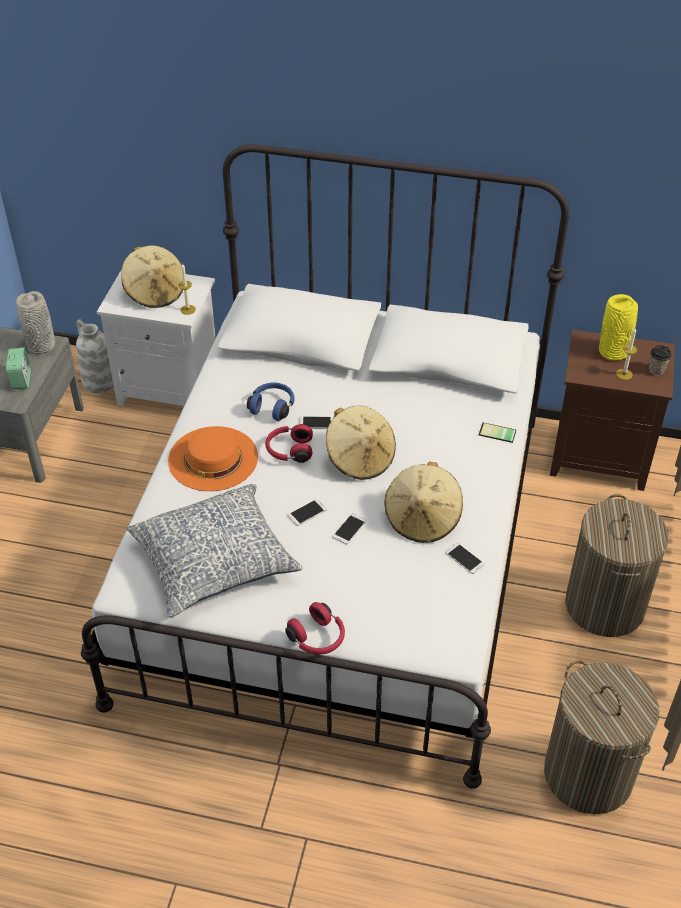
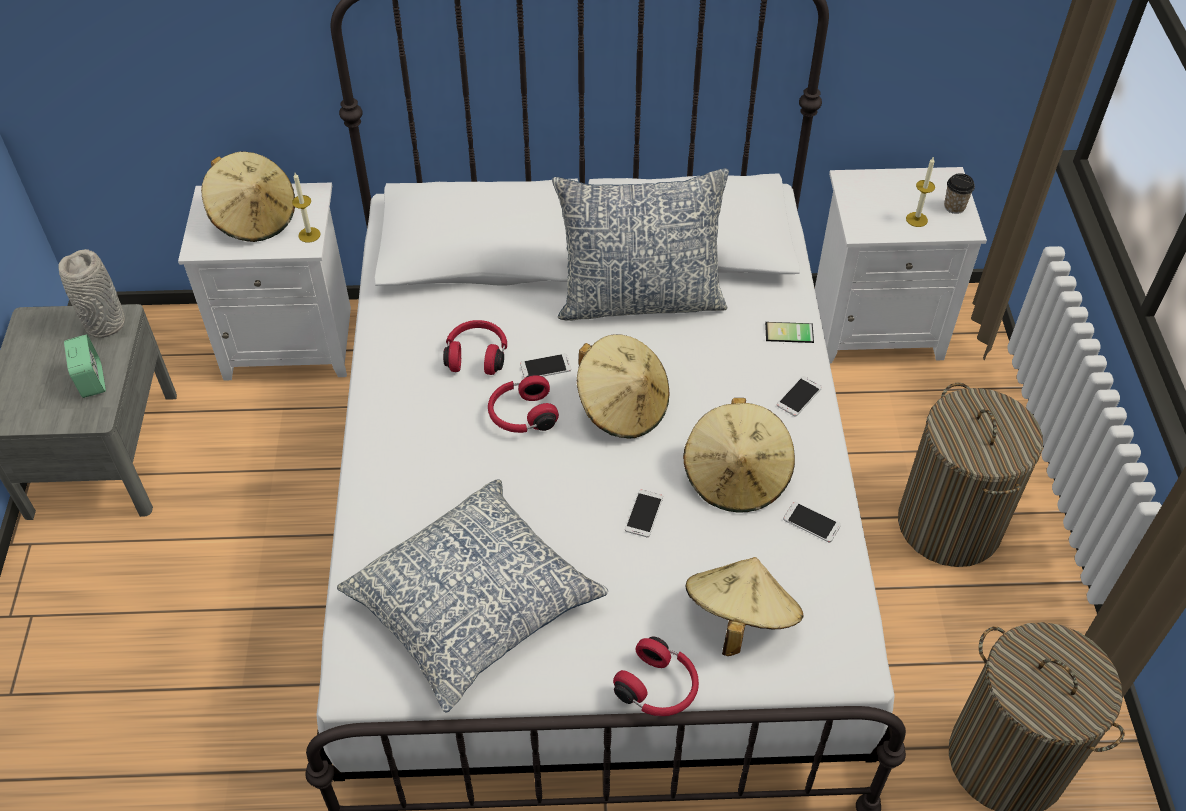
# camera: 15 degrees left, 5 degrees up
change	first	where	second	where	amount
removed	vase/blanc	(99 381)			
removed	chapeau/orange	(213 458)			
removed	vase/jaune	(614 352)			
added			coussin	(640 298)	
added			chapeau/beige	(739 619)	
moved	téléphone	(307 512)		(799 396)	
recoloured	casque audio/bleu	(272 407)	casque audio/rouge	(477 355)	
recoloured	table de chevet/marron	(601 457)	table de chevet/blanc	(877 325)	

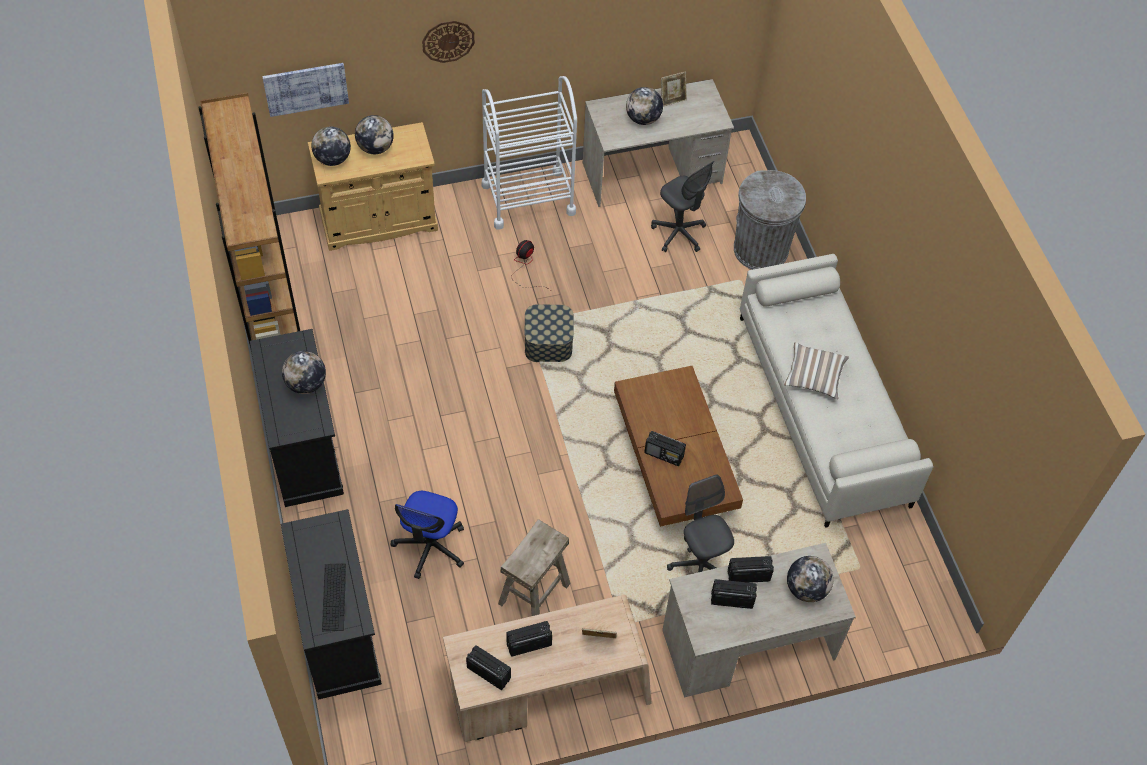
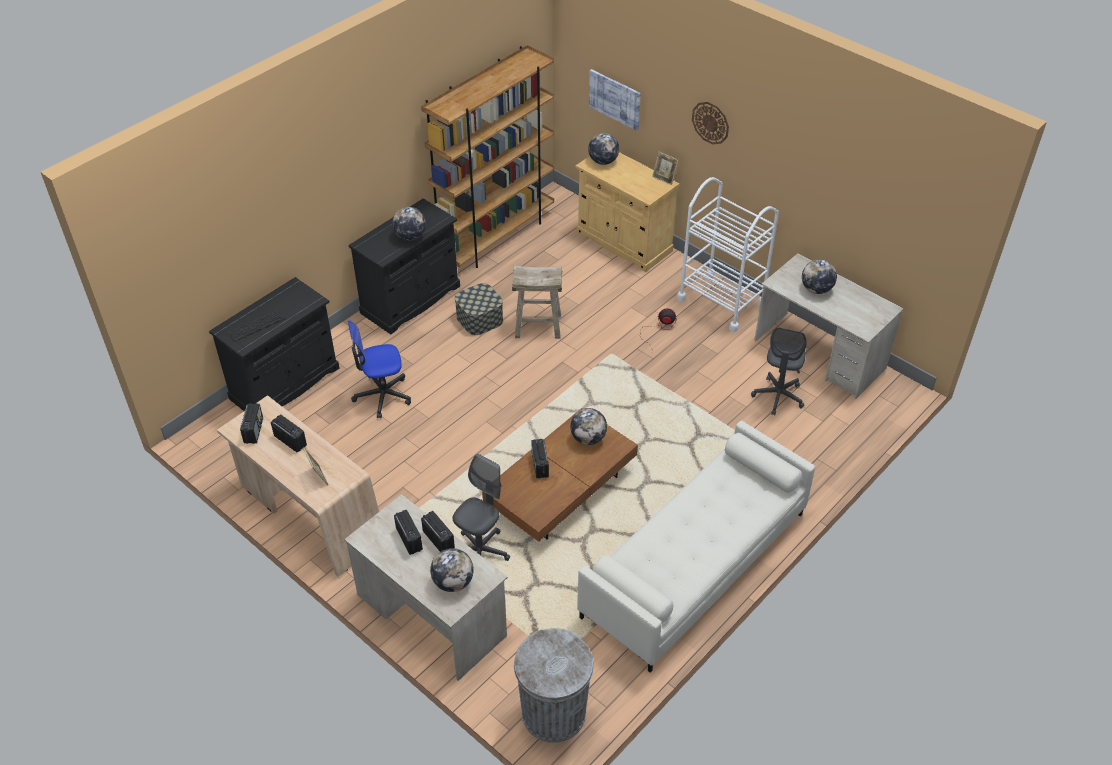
# camera: 60 degrees right, 10 degrees down
change	first	where	second	where	amount
removed	coussin	(814 377)			
moved	globe	(375 148)		(588 438)	
moved	tabouret/beige	(534 593)		(538 325)	
moved	boîte de rangement	(548 342)		(479 319)	
moved	cadre photo	(672 99)		(664 179)	
moved	poubelle/gris	(761 250)		(553 713)	

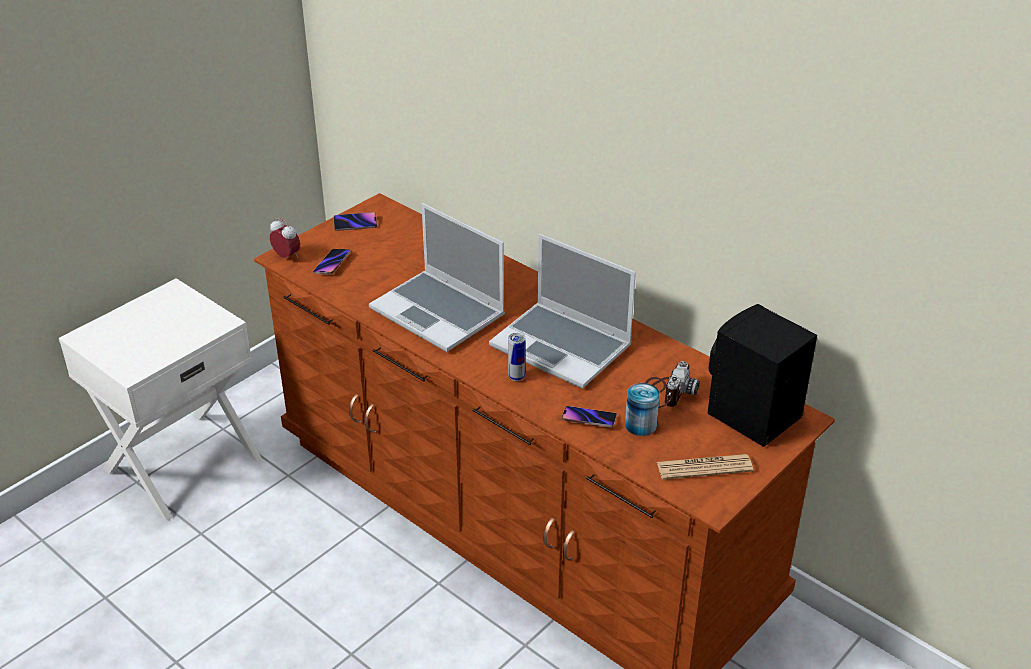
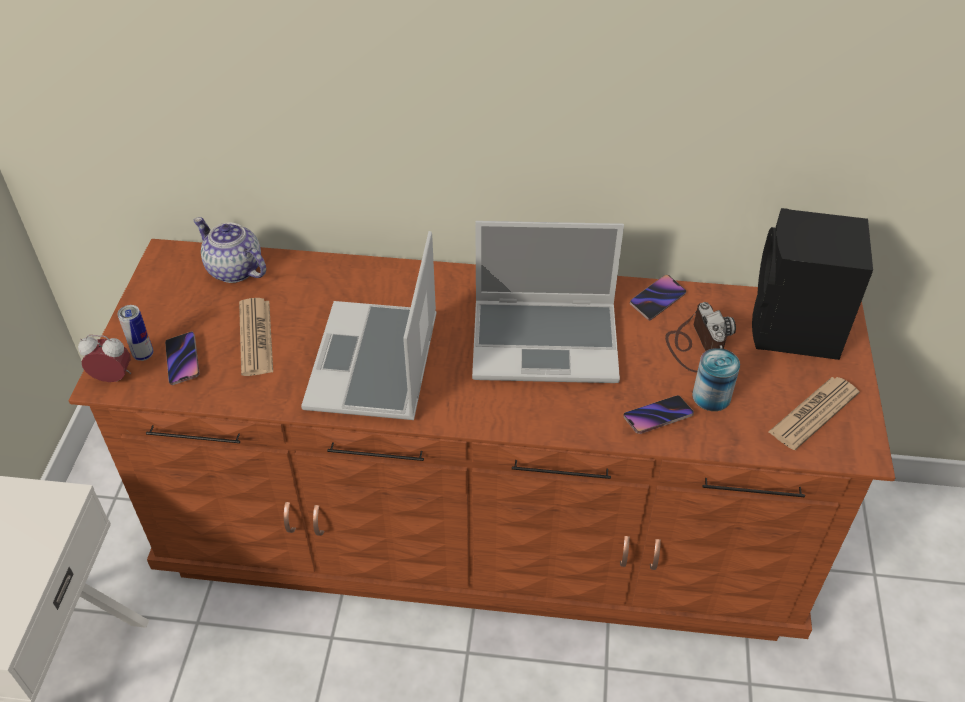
# camera: 35 degrees left, 10 degrees up
change	first	where	second	where	amount
added			théière	(234 270)	
added			journal	(256 337)	
moved	téléphone	(355 223)		(657 299)	
moved	boîte métallique	(516 377)		(143 355)	
turned	ordinateur portable	(440 313)		(375 365)	90 degrees clockwise

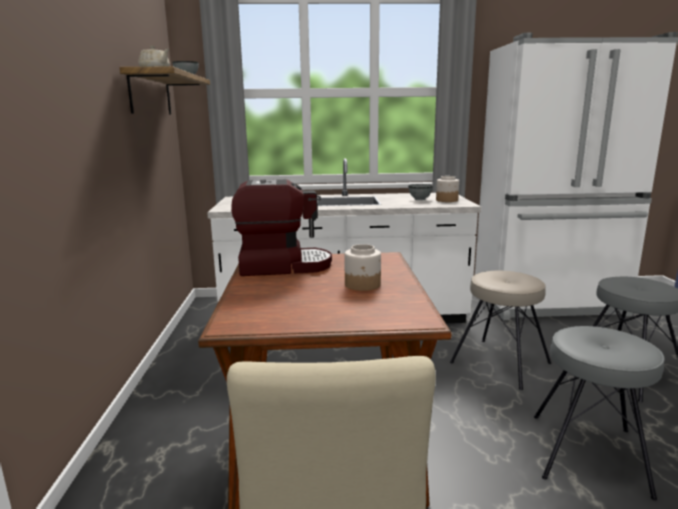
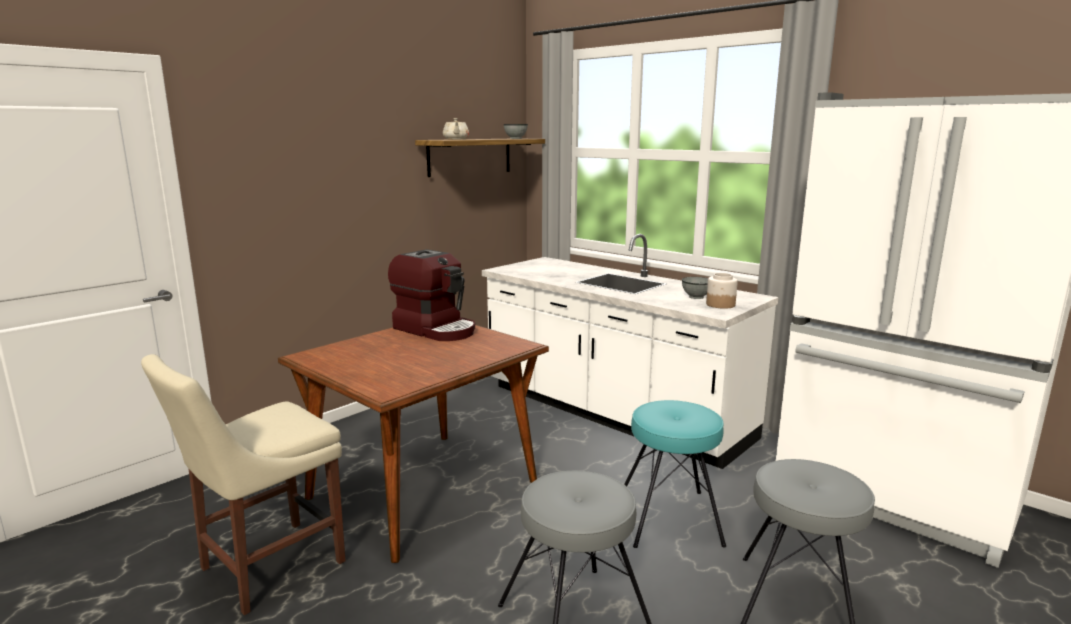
# camera: 45 degrees right, 0 degrees up
change	first	where	second	where	amount
removed	bocal	(363 285)			
recoloured	tabouret/beige	(500 362)	tabouret/turquoise	(670 518)	

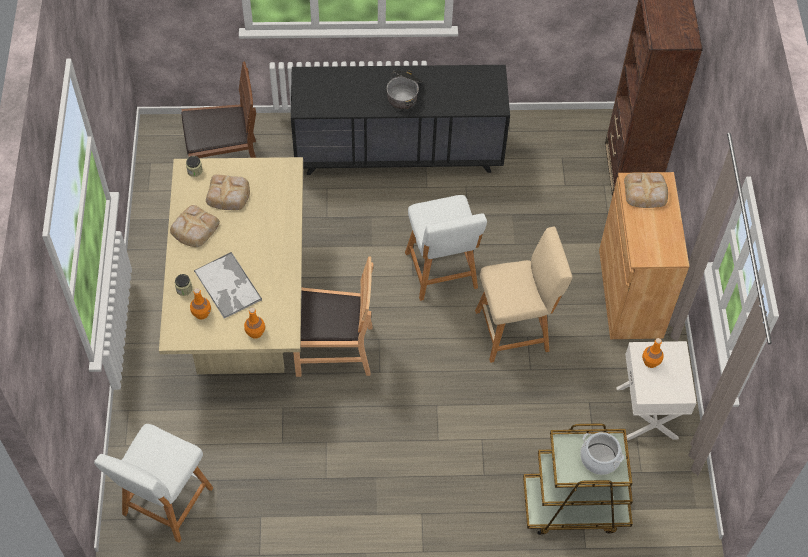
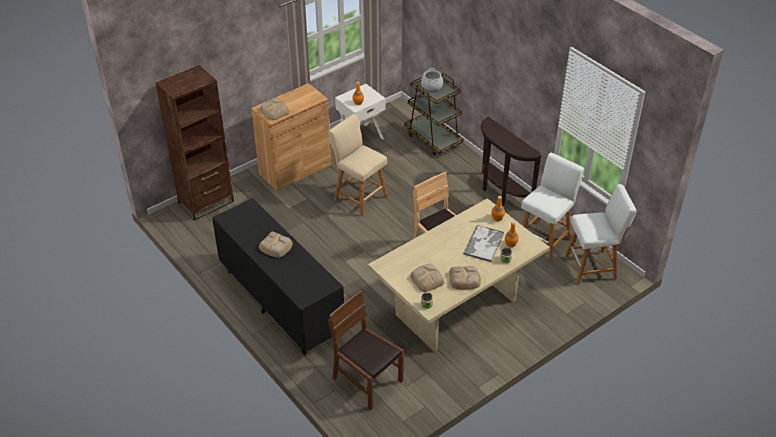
# camera: 125 degrees left, 15 degrees down
change	first	where	second	where	amount
added			table console/marron	(501 193)	
moved	tabouret/blanc	(442 273)		(545 238)	
replaced	marmite	(404 93)	pain	(276 247)	

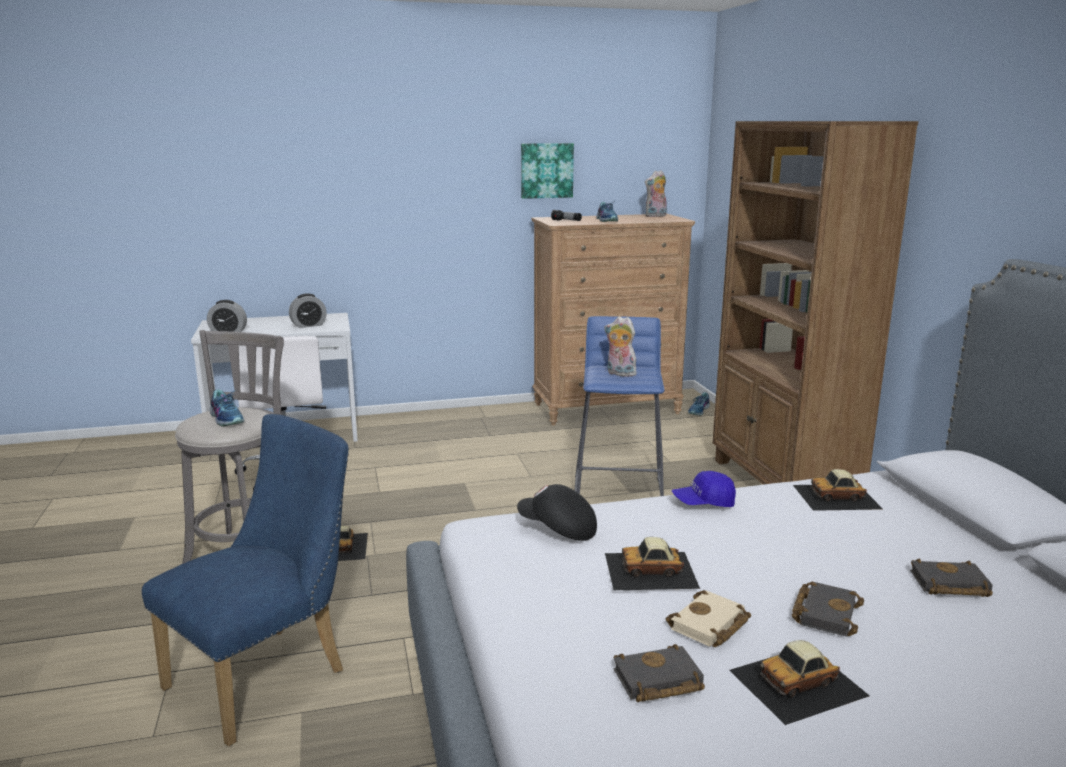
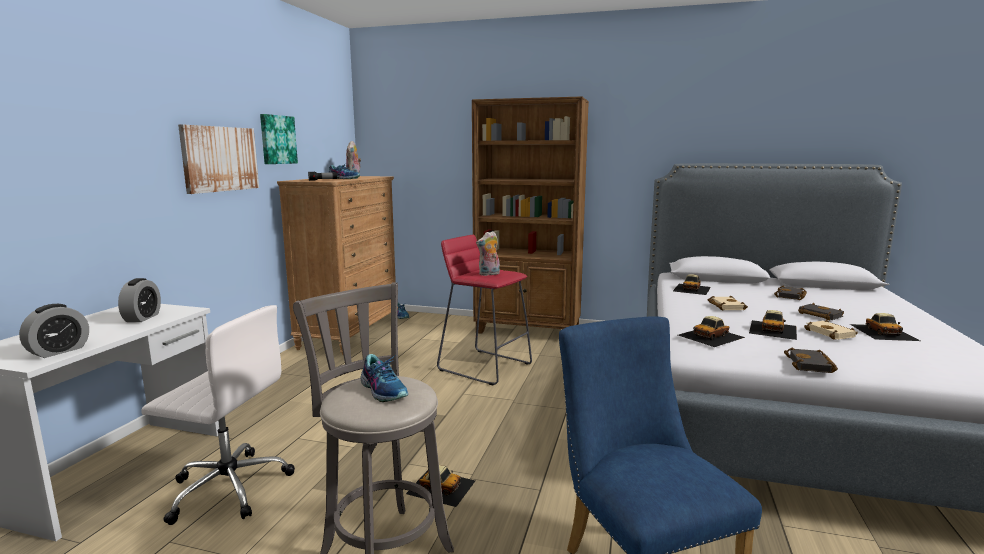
# camera: 60 degrees left, 5 degrees down
change	first	where	second	where	amount
removed	casquette/bleu	(703 503)			
added			tableau	(220 159)	
added			livre/beige	(724 306)	
moved	livre/noir	(656 682)		(811 365)	
replaced	casquette/noir	(557 529)	petite voiture	(711 336)	
recoloured	tabouret/bleu	(619 494)	tabouret/rouge	(485 366)	
turned	chaussure	(227 418)		(384 390)	60 degrees clockwise

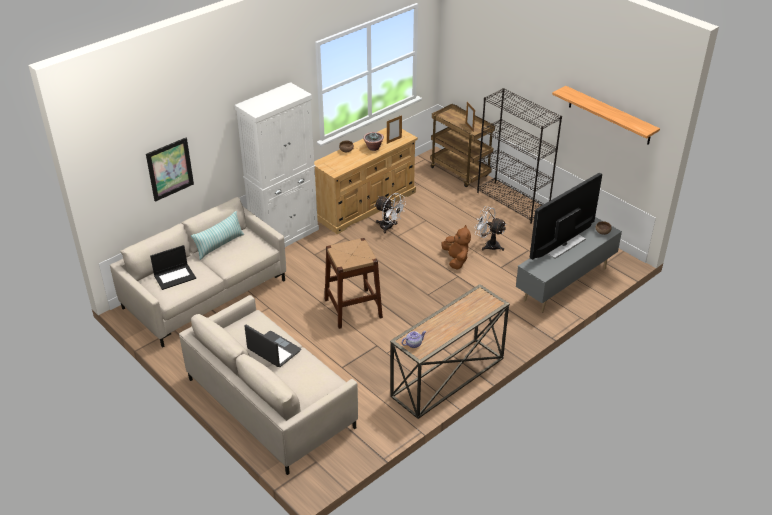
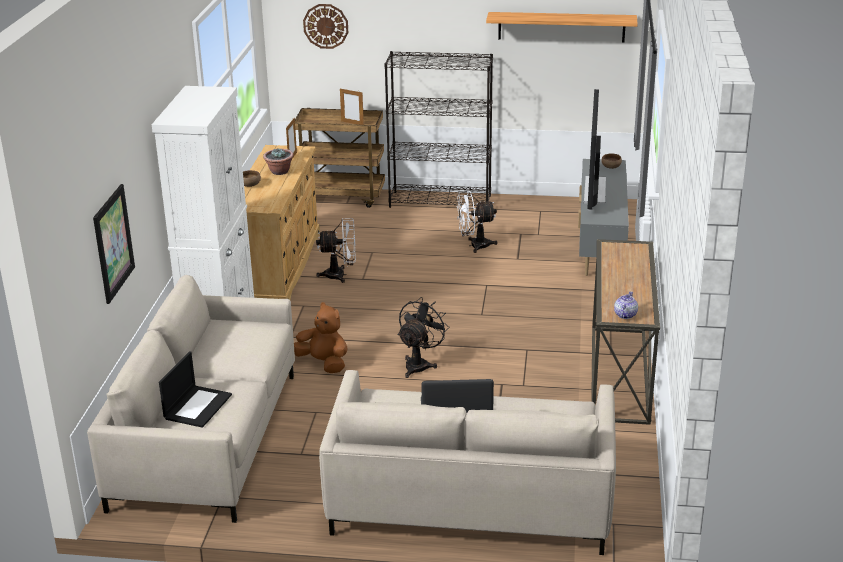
# camera: 40 degrees left, 10 degrees down
change	first	where	second	where	amount
removed	coussin	(219 245)			
added			horloge murale	(326 26)	
moved	peluche/marron	(456 260)		(323 363)	
replaced	tabouret/marron	(353 308)	ventilateur/noir	(419 364)	

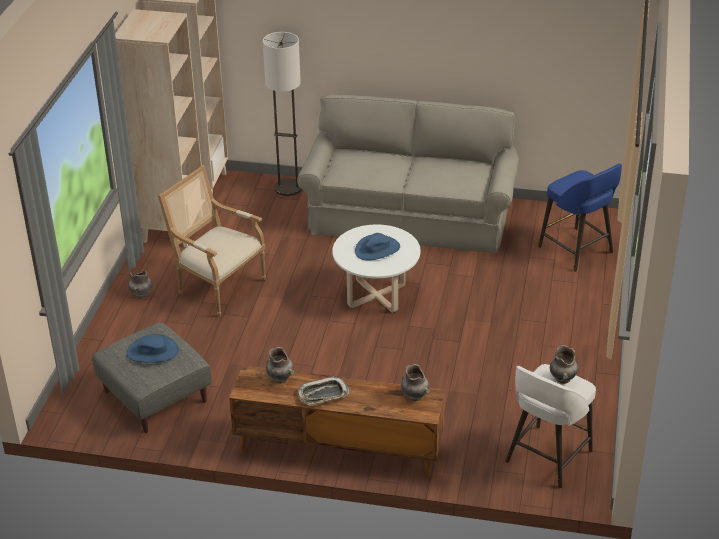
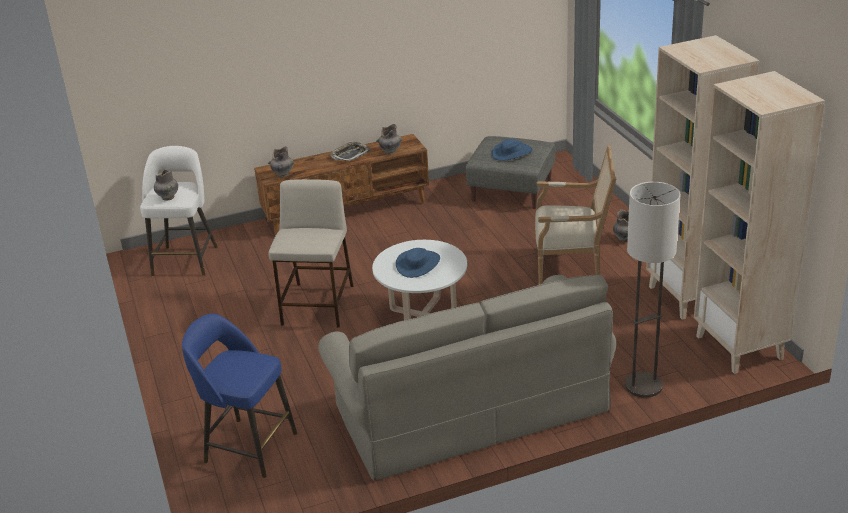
# camera: 150 degrees right, 5 degrees down
change	first	where	second	where	amount
added			tabouret/beige	(318 305)	

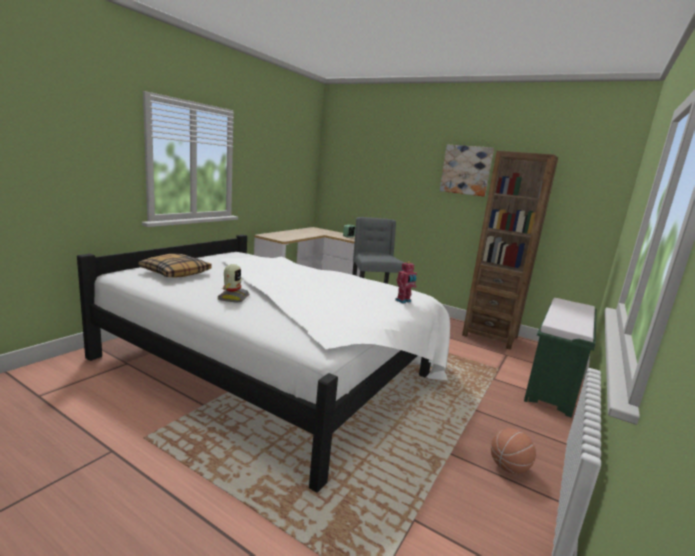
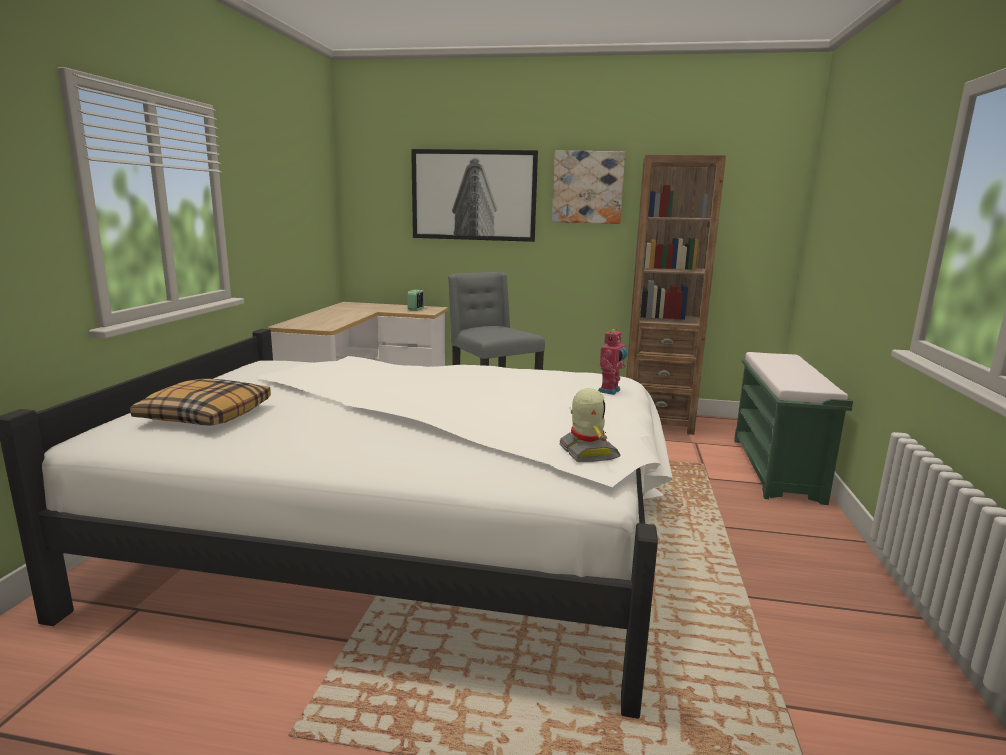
# camera: 20 degrees left, 0 degrees up
change	first	where	second	where	amount
removed	ballon de basket	(508 467)			
added			tableau	(474 195)	
moved	robot jouet	(232 298)		(587 452)	

